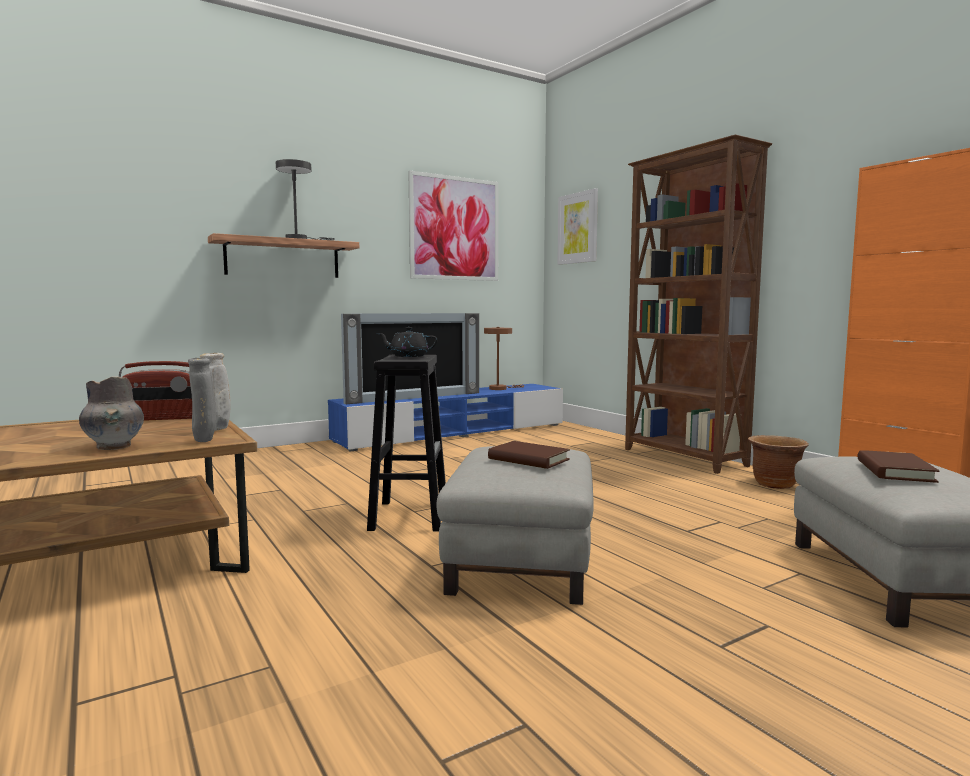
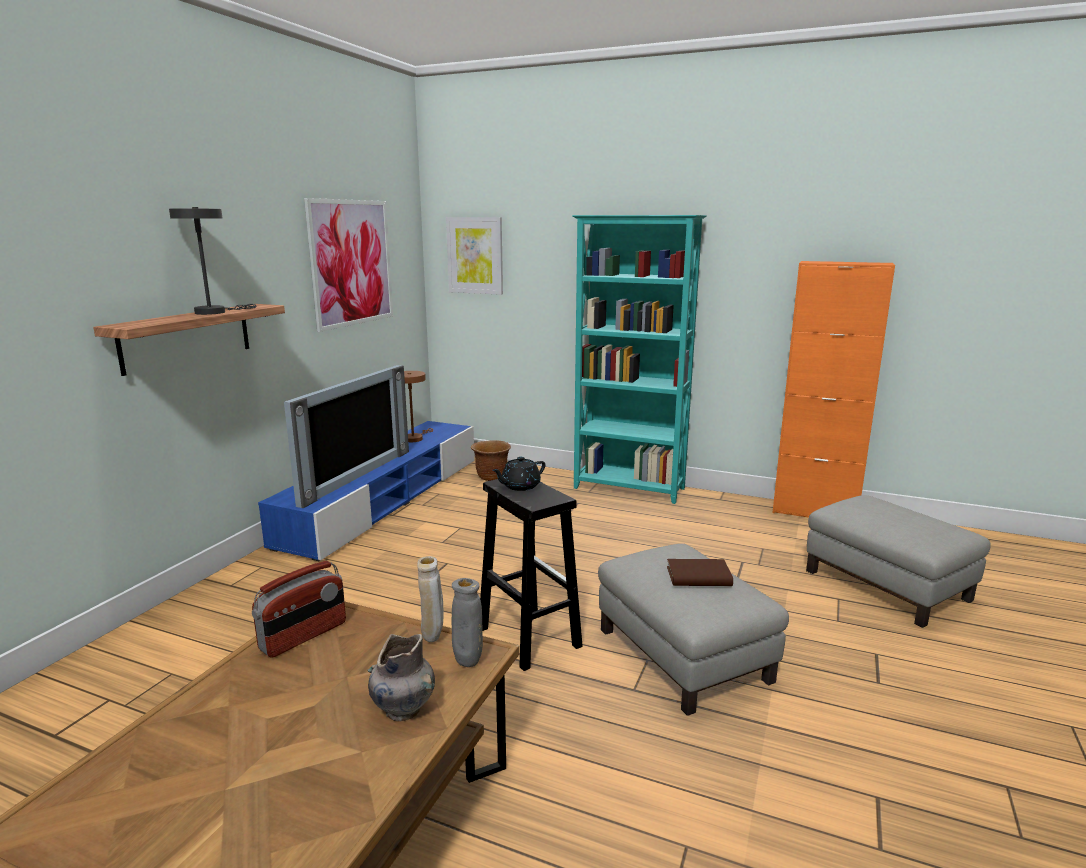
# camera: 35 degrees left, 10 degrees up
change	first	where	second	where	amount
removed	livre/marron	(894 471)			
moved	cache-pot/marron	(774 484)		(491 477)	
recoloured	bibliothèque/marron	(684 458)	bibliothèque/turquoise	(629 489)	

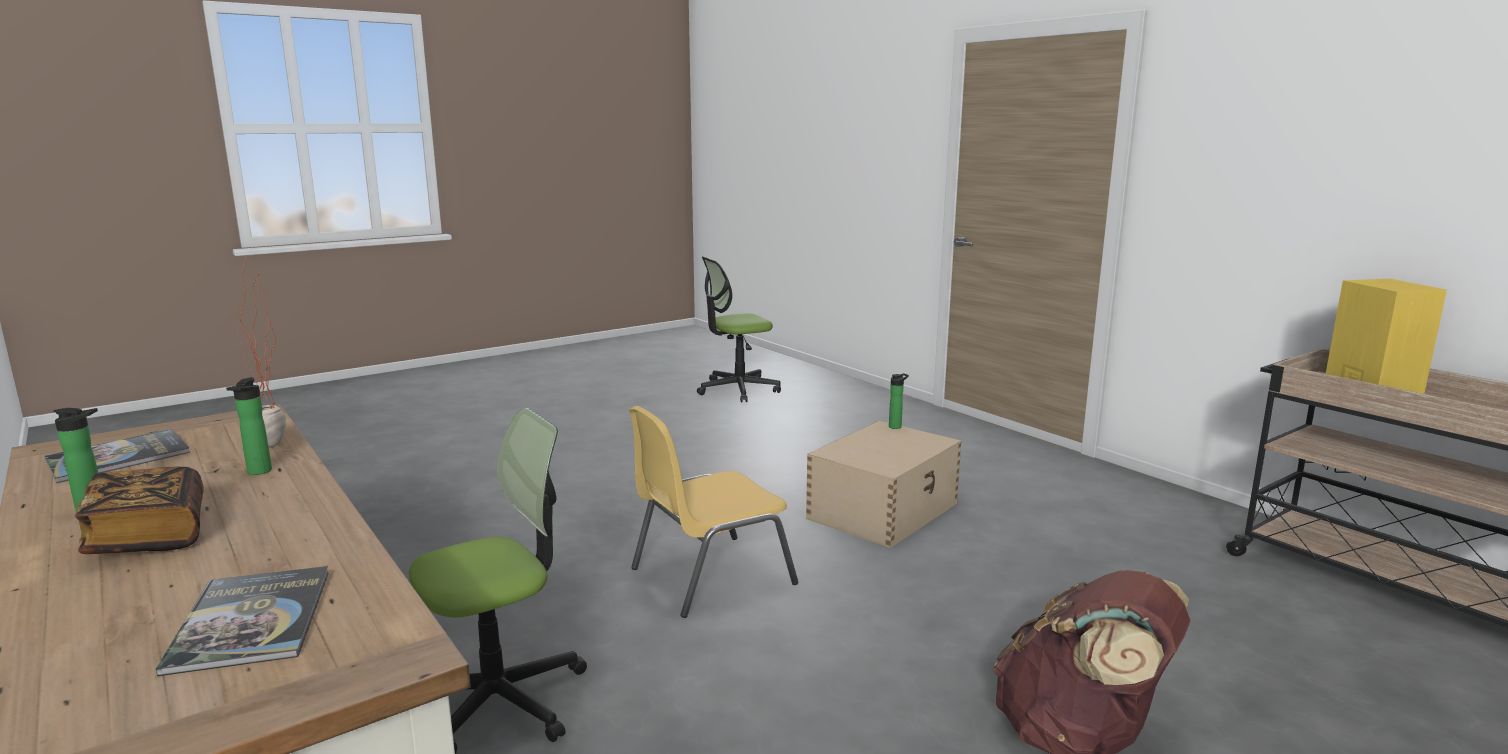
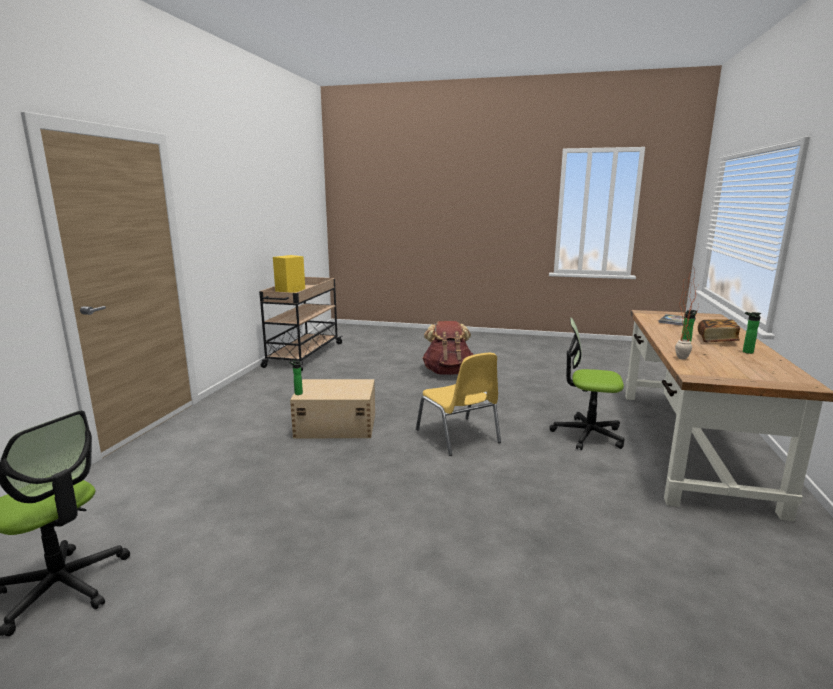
# camera: 130 degrees left, 0 degrees up
change	first	where	second	where	amount
removed	livre	(119 457)			
turned	chaise/jaune	(709 576)		(458 436)	45 degrees clockwise

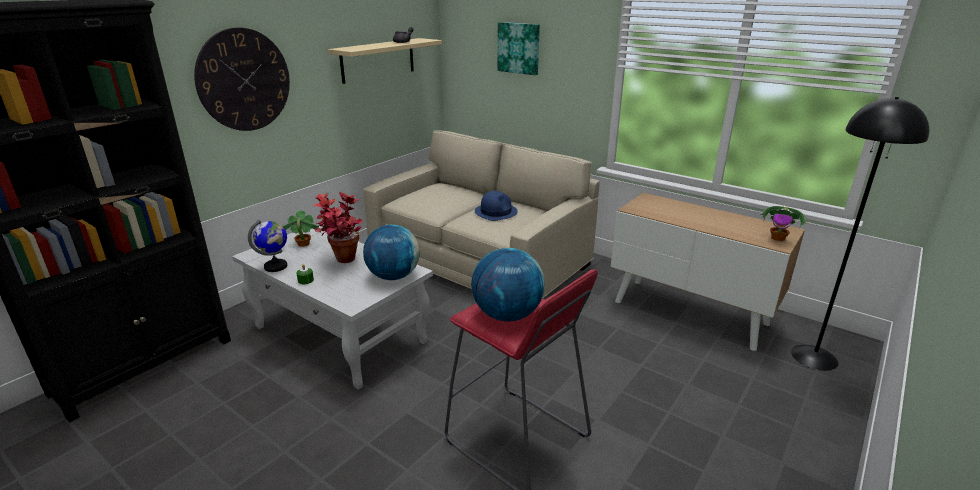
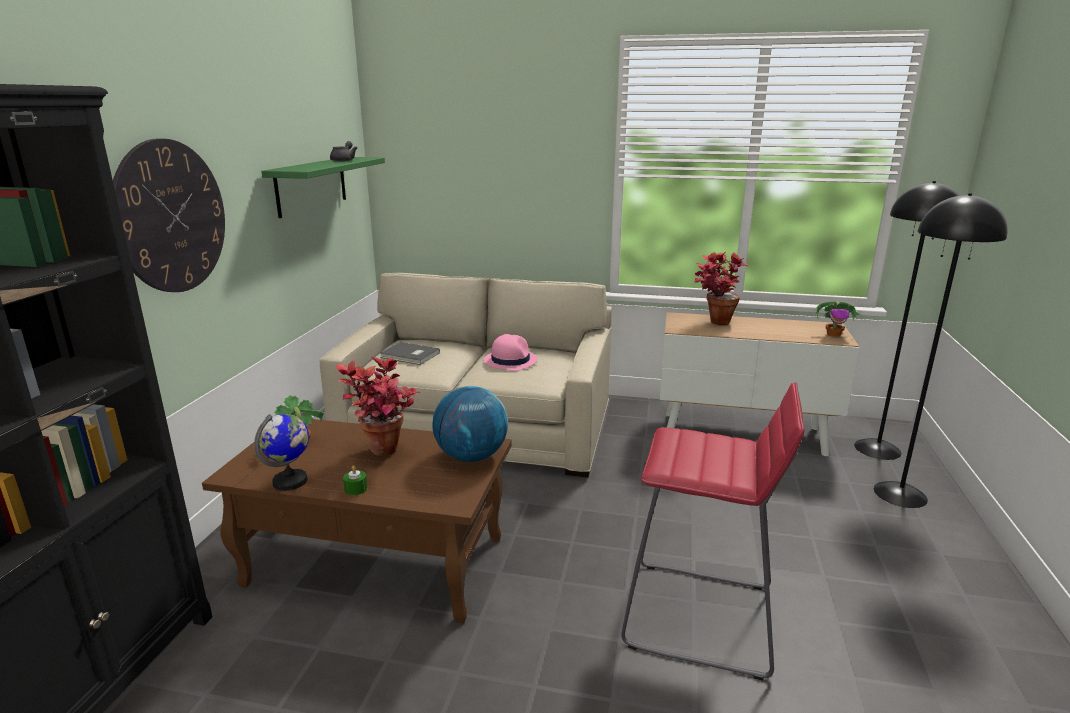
# camera: 25 degrees left, 5 degrees down
change	first	where	second	where	amount
removed	globe	(507 315)			
removed	tableau	(519 48)			
added			livre/gris	(410 355)	
added			plante en pot	(713 323)	
added			lampadaire/noir	(900 494)	
recoloured	table basse/blanc	(341 335)	table basse/marron	(378 561)	
recoloured	étagère/beige	(378 60)	étagère/vert	(311 185)	
recoloured	chapeau/bleu	(496 212)	chapeau/rose	(510 360)	

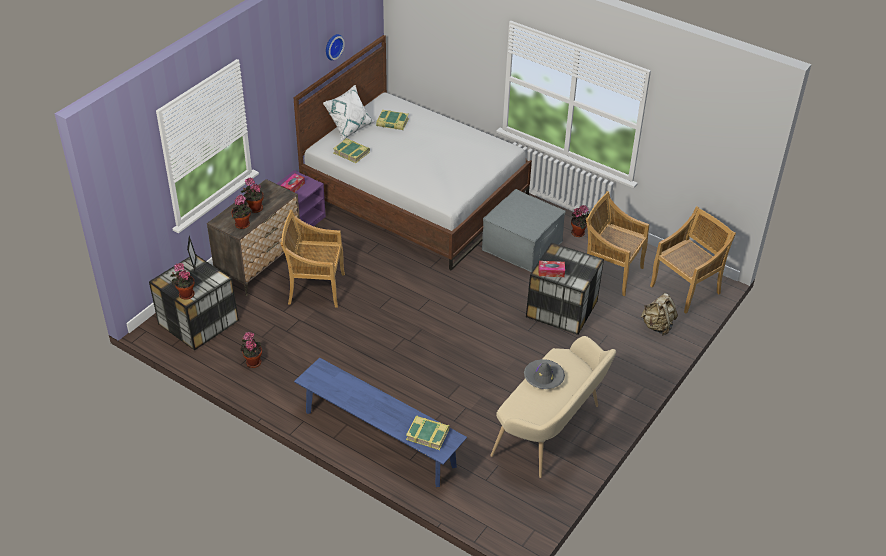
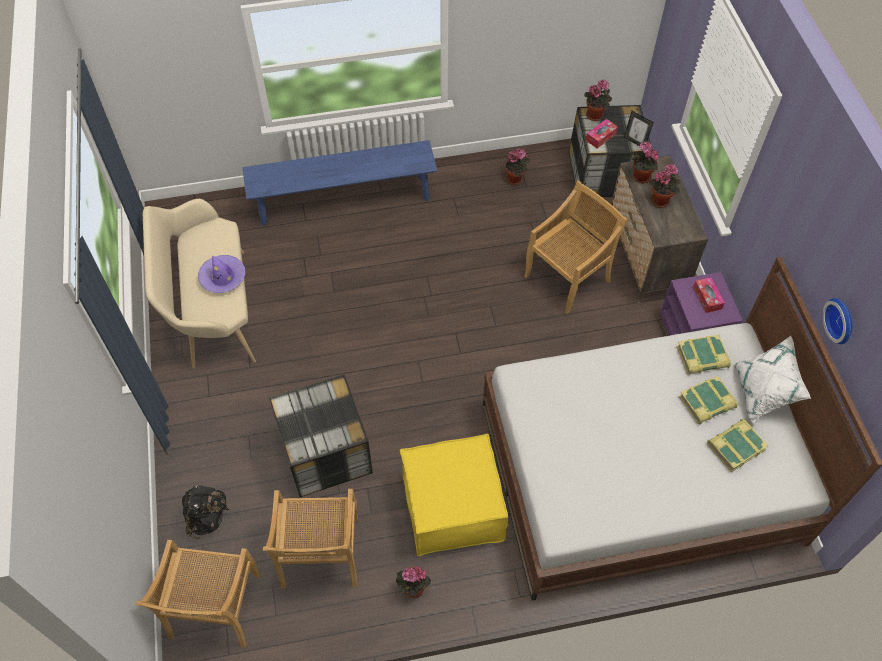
# camera: 135 degrees right, 15 degrees up
change	first	where	second	where	amount
moved	livre	(428 434)		(707 403)	
moved	boîte à mouchoirs	(551 272)		(601 137)	
recoloured	pouf/gris	(522 245)	pouf/jaune	(452 507)	
recoloured	chapeau/gris	(543 378)	chapeau/violet	(223 277)	
recoloured	sac à dos/beige	(657 326)	sac à dos/noir	(207 518)	
turned	chaise/beige	(610 273)		(320 554)	105 degrees clockwise

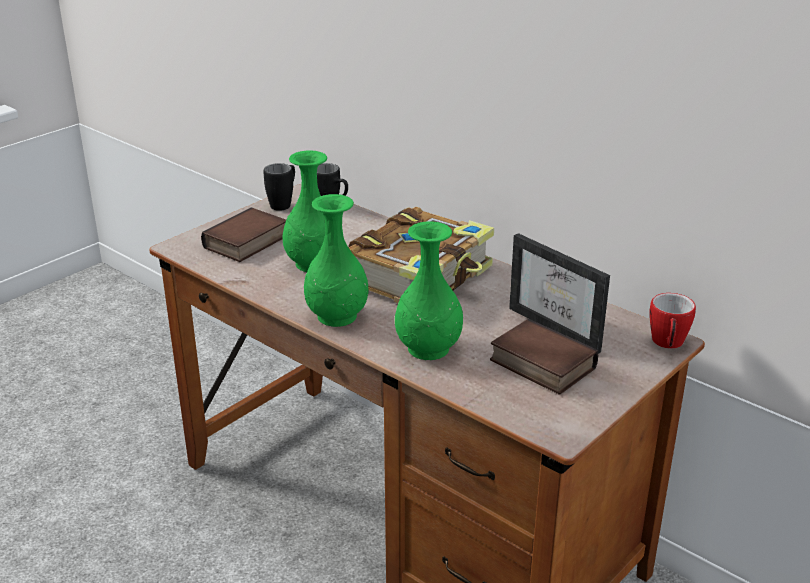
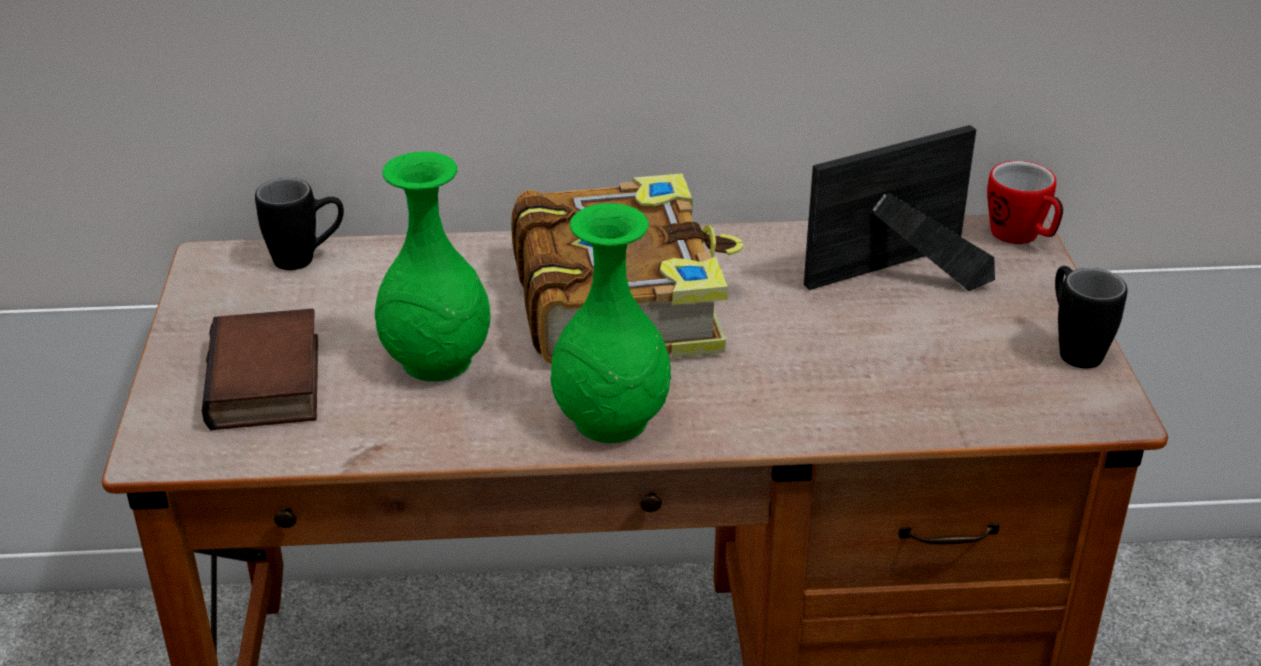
# camera: 45 degrees left, 5 degrees up
change	first	where	second	where	amount
removed	vase/vert	(427 349)			
removed	livre	(539 365)			
moved	mug/noir	(284 203)		(1072 348)	
turned	cadre photo	(563 326)		(890 275)	150 degrees clockwise

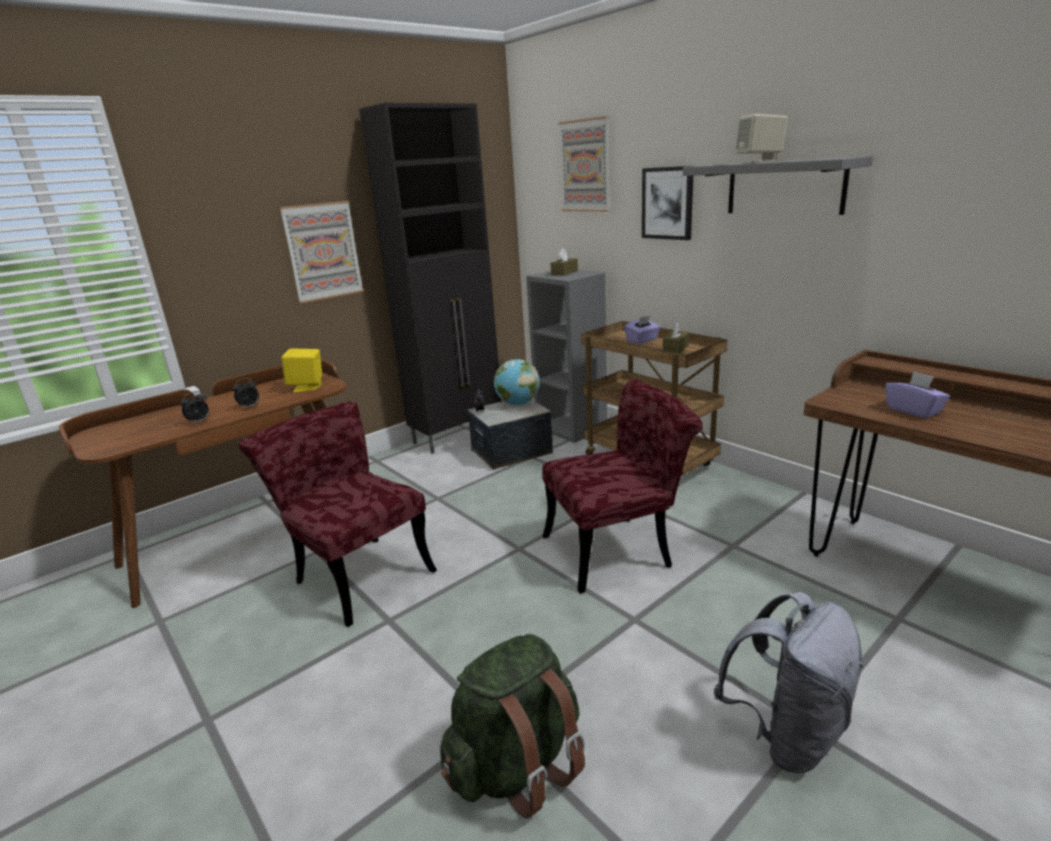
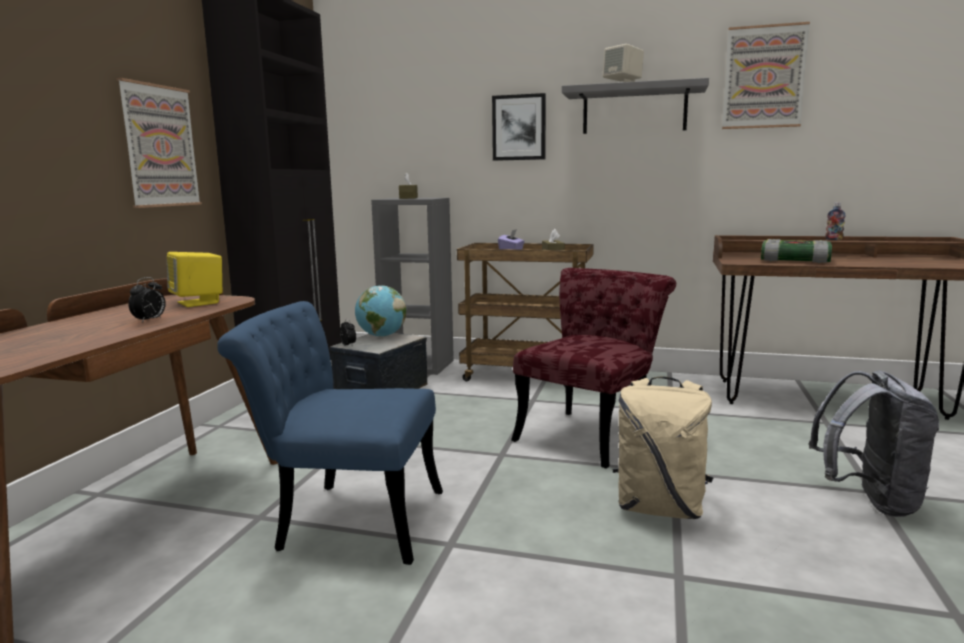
# camera: 35 degrees left, 10 degrees down
change	first	where	second	where	amount
removed	réveil	(199 422)			
removed	sac à dos/vert	(517 765)			
added			sac à dos/beige	(660 508)	
added			bouteille	(833 239)	
moved	tableau	(585 166)		(764 77)	
replaced	boîte à mouchoirs/violet	(913 410)	livre	(793 260)	
recoloured	chaise/rouge	(356 572)	chaise/bleu	(345 519)	

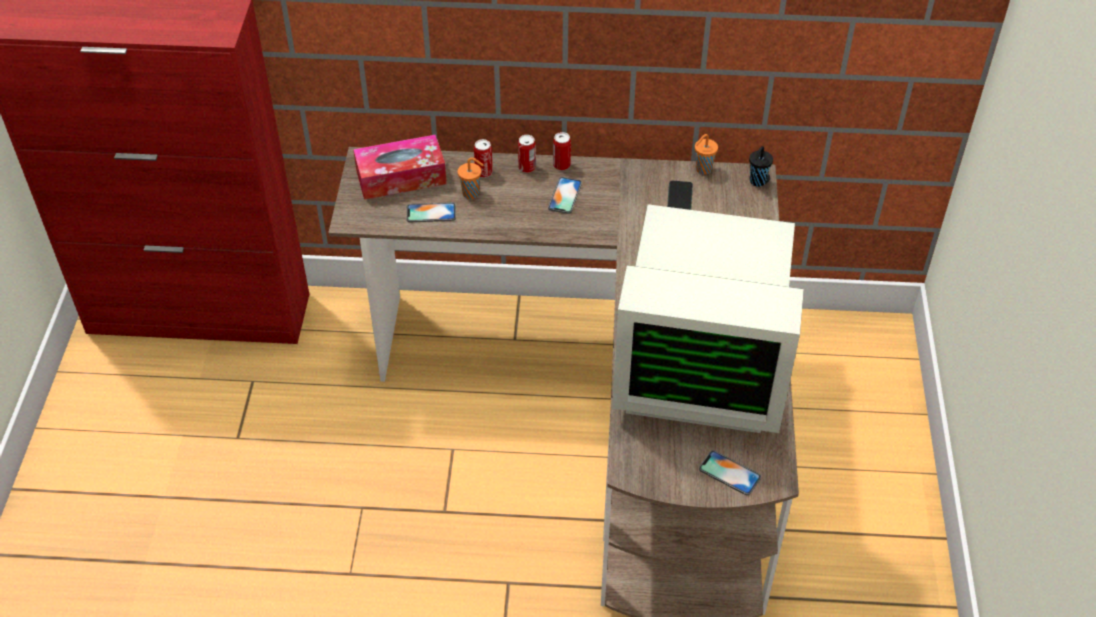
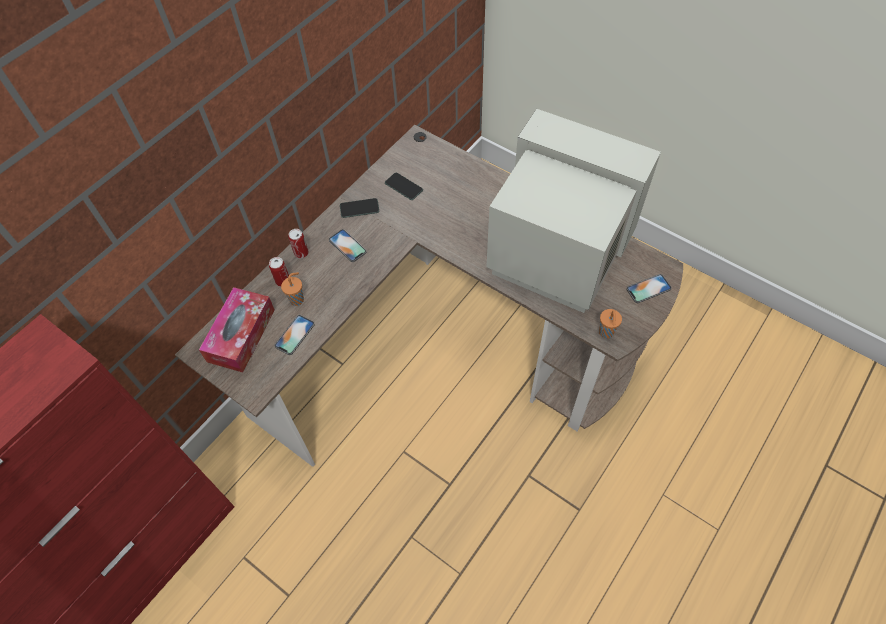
# camera: 55 degrees left, 10 degrees up
change	first	where	second	where	amount
removed	boîte métallique	(561 165)			
removed	tasse/noir	(757 182)			
added			téléphone	(359 208)	
moved	tasse/orange	(702 169)		(606 333)	
turned	écran d'ordinateur	(700 370)		(557 257)	105 degrees counterclockwise

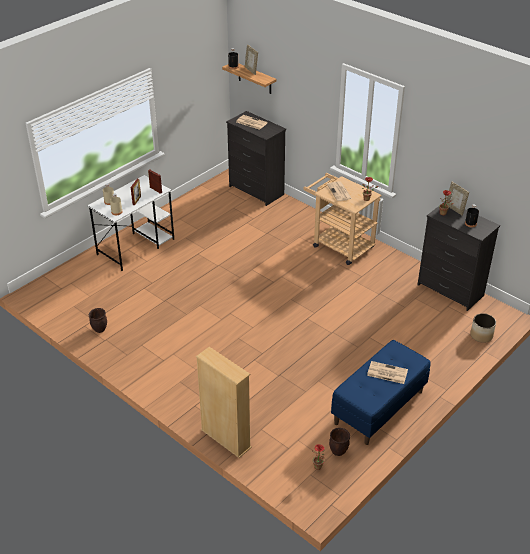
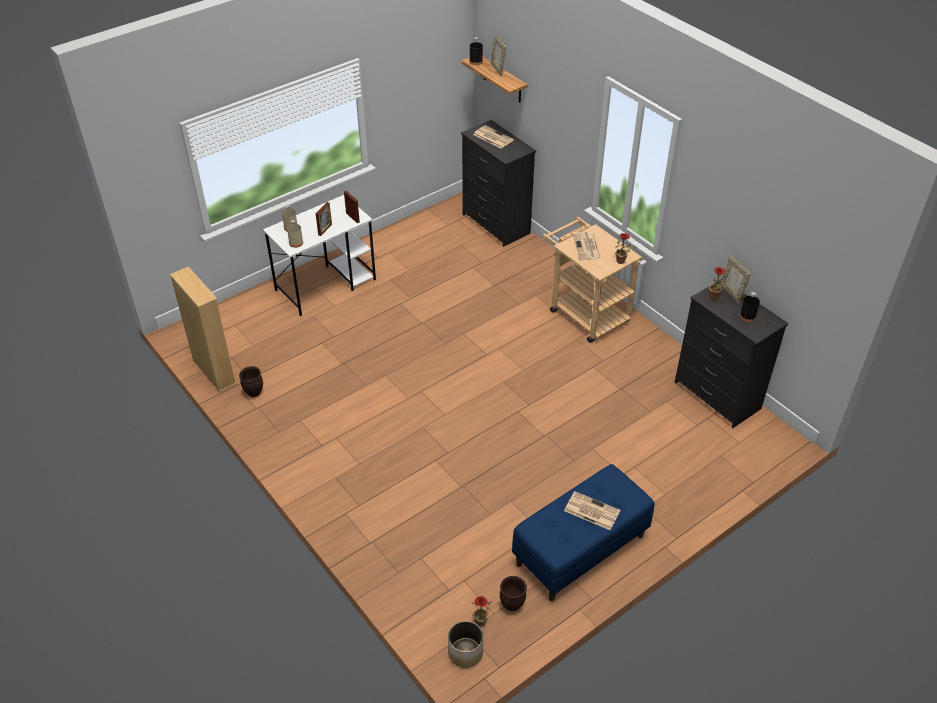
# camera: 10 degrees right, 5 degrees up
change	first	where	second	where	amount
moved	bibliothèque/beige	(225 439)		(214 372)	
moved	cache-pot	(481 335)		(465 652)	

